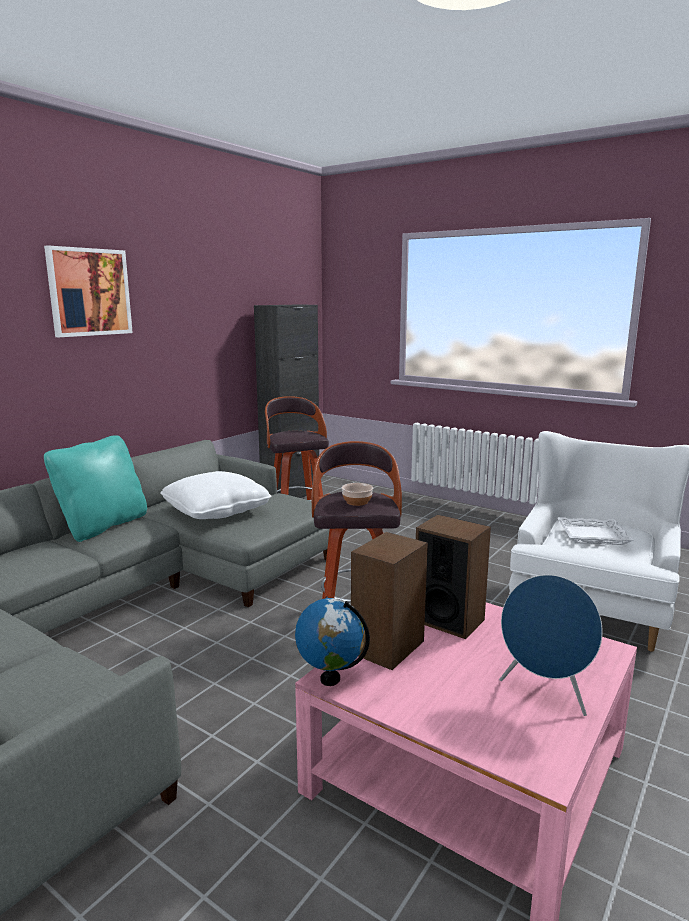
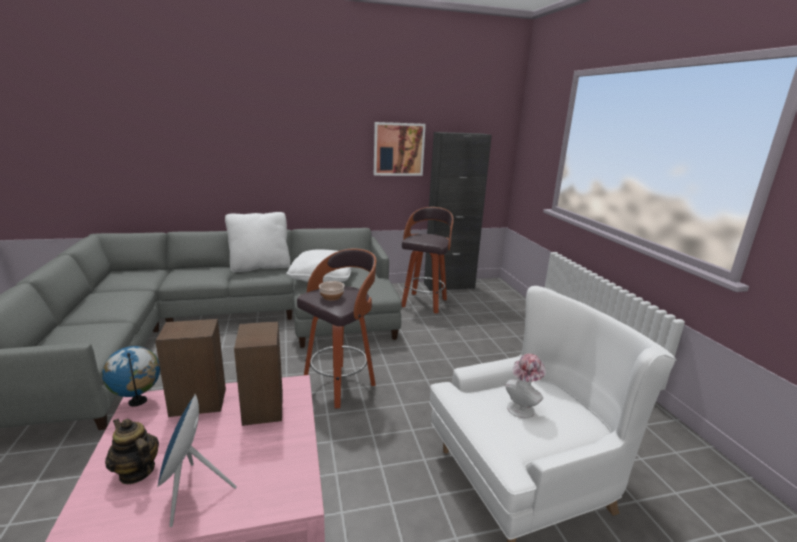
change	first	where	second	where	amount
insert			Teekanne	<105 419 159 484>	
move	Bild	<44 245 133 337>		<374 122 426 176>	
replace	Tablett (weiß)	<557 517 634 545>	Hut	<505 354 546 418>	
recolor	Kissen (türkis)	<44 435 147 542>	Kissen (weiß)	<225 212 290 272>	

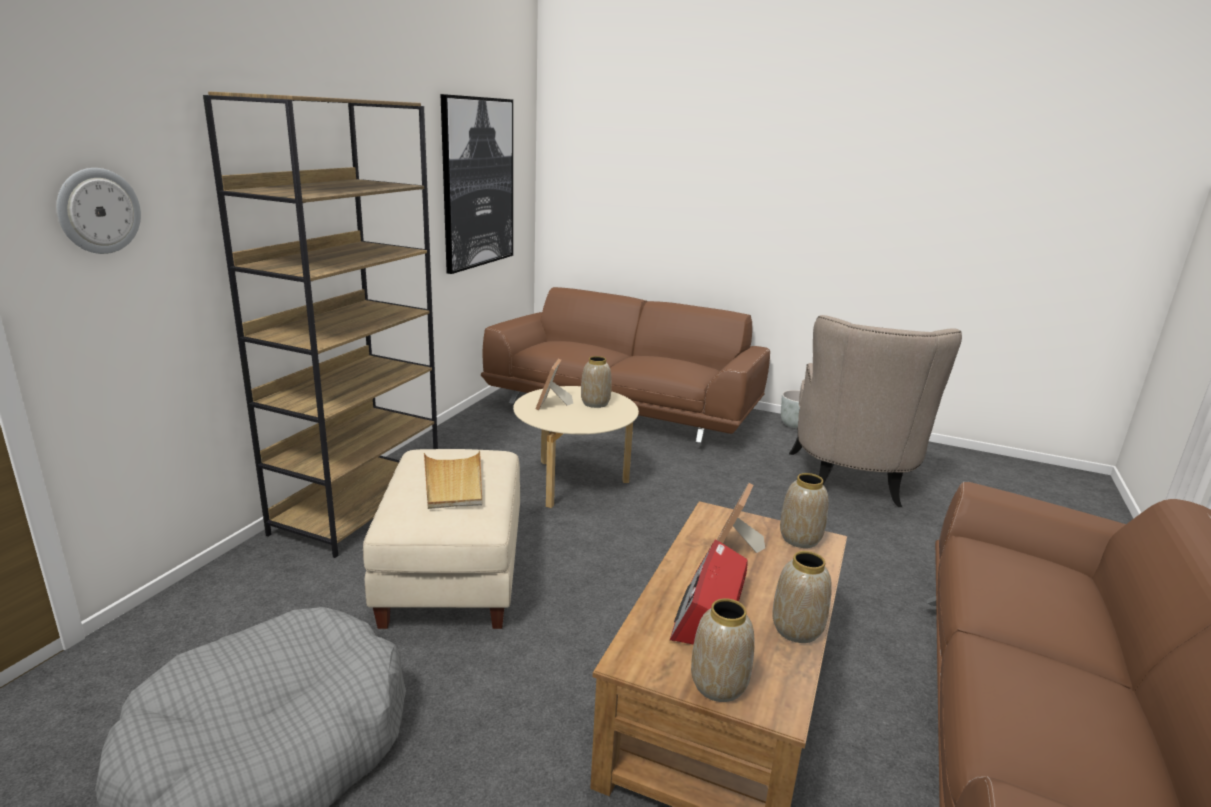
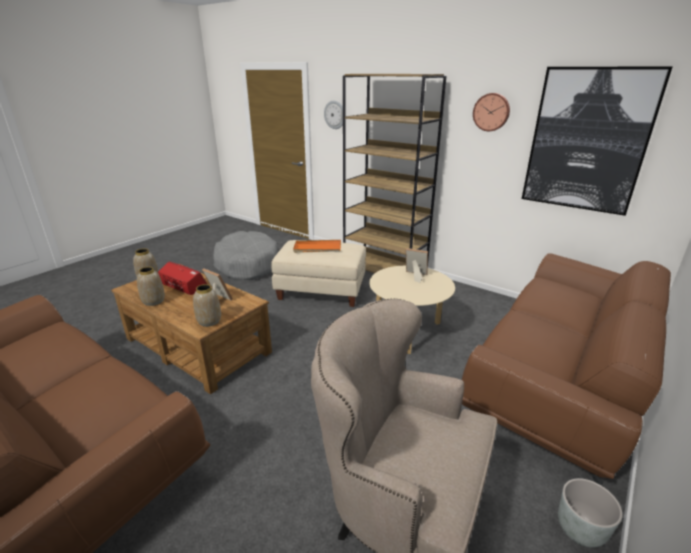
change	first	where	second	where	amount
delete	Vase	<581 356 612 408>			
insert			Wanduhr	<473 93 510 131>	
recolor	Tablett (beige)	<424 450 482 509>	Tablett (orange)	<293 240 341 253>	

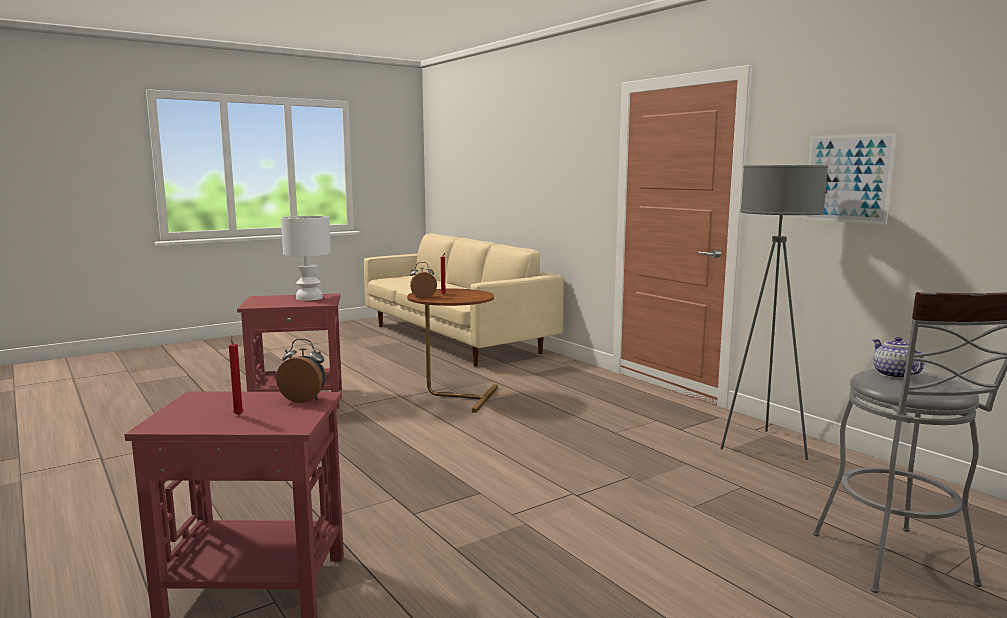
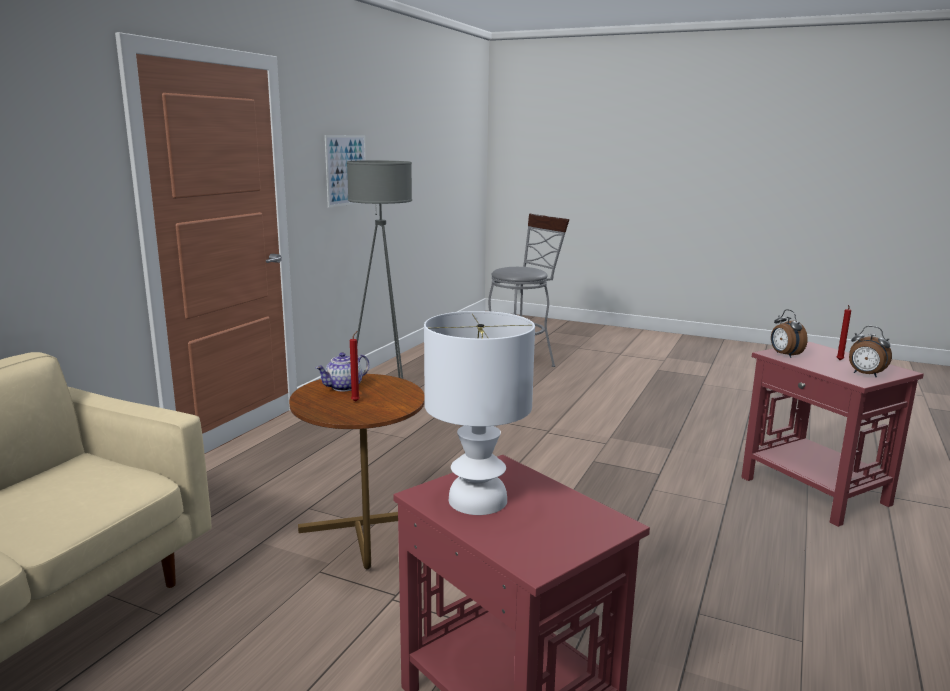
change	first	where	second	where	amount
move	Wecker	<410 262 437 299>		<849 326 892 377>	
move	Teekanne	<873 337 924 379>		<316 352 369 391>	

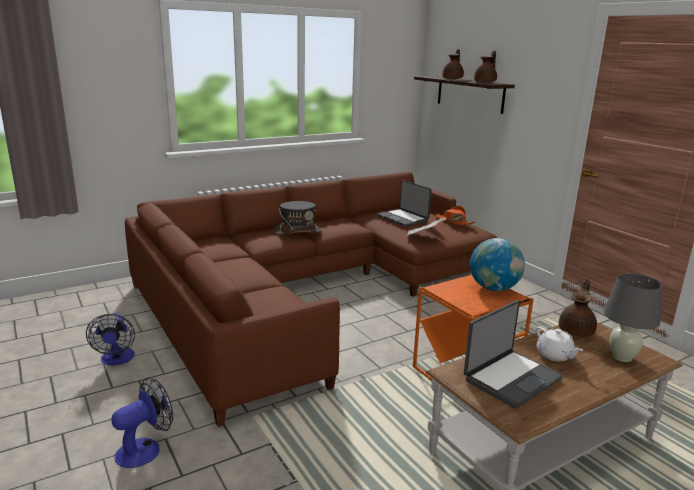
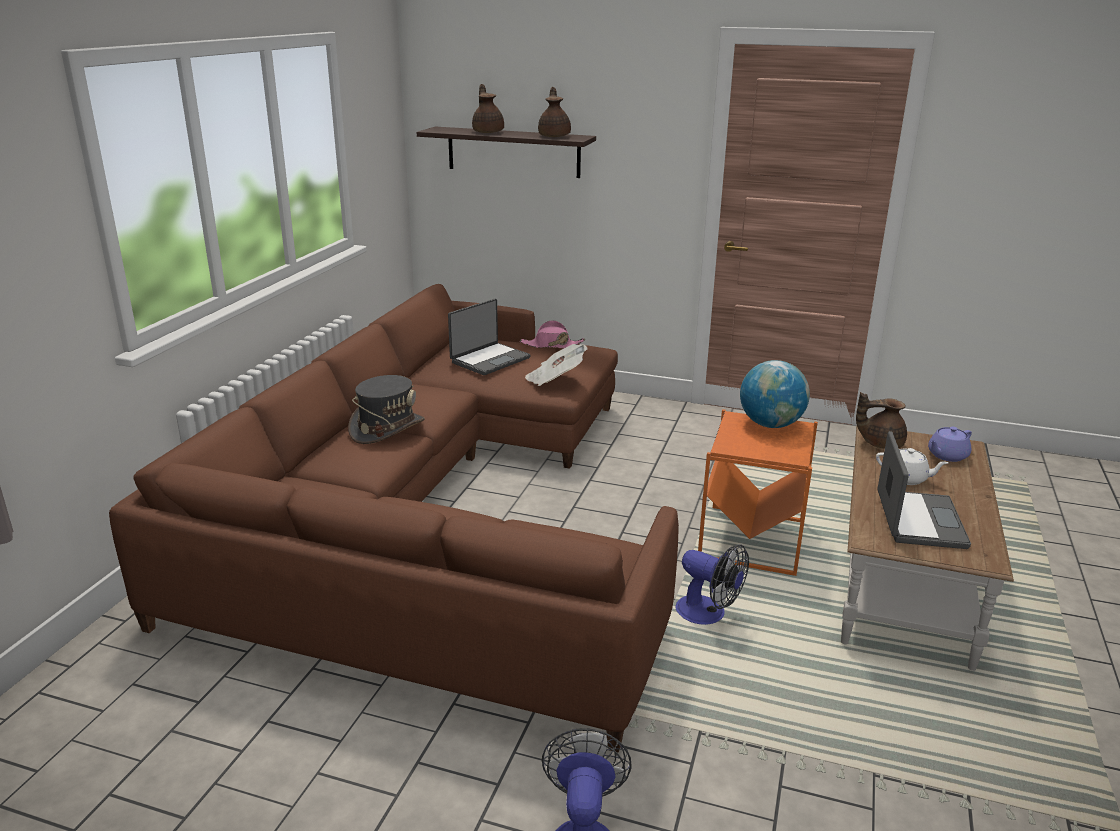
change	first	where	second	where	amount
move	Ventilator	<86 313 135 365>		<675 545 749 625>	
replace	Tischlampe (grau)	<604 273 663 362>	Teekanne (lila)	<928 427 972 462>	
recolor	Hut (orange)	<435 206 475 225>	Hut (rosa)	<520 320 585 348>	
rotate	Laptop	<377 180 432 227>		<448 299 531 375>	60 degrees counterclockwise
rotate	Teekanne (braun)	<559 279 597 337>		<856 392 907 449>	75 degrees counterclockwise

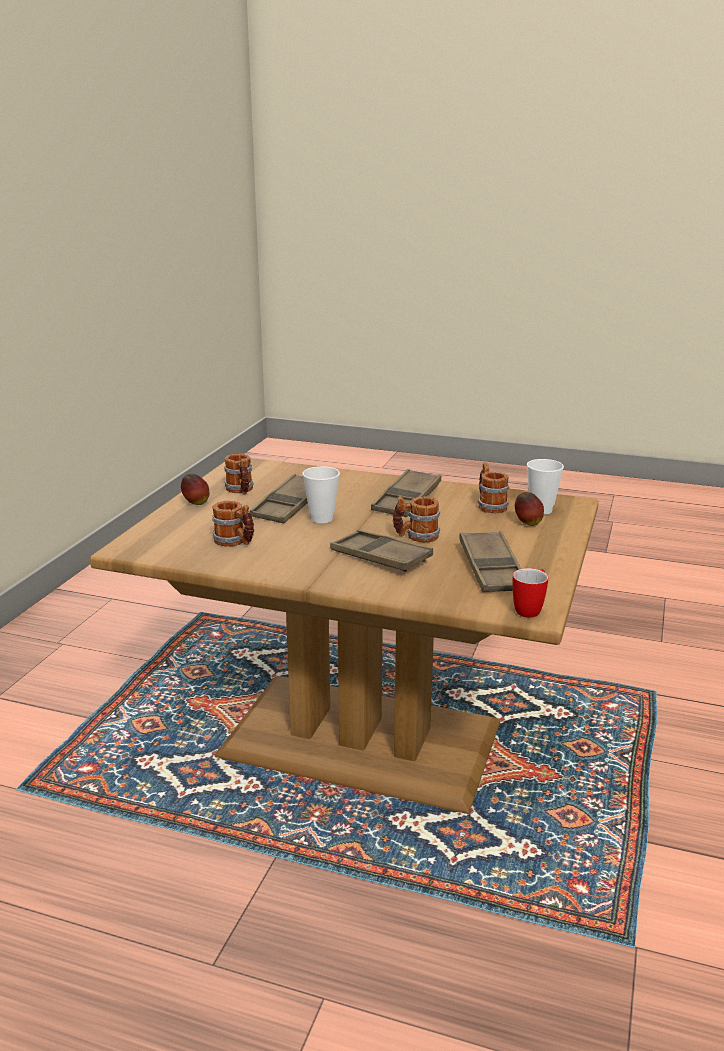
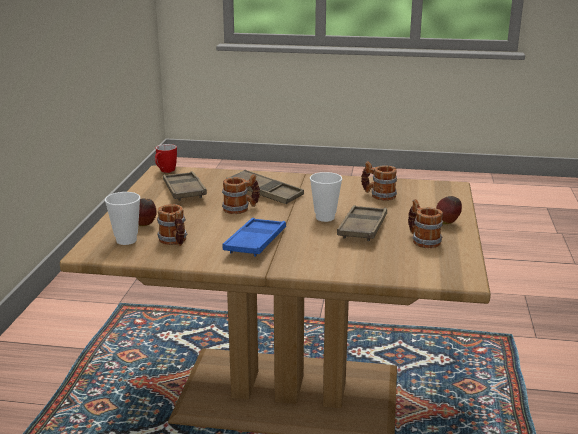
change	first	where	second	where	amount
recolor	Tablett (braun)	<371 469 441 517>	Tablett (blau)	<223 218 286 257>	

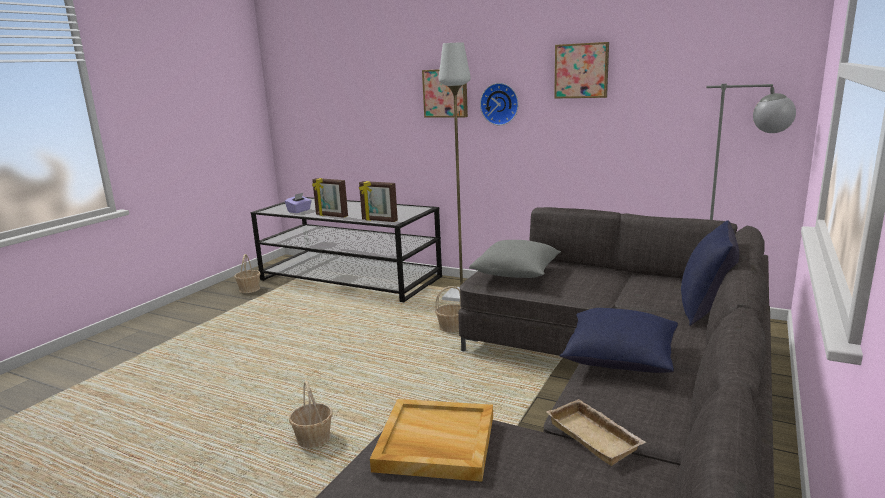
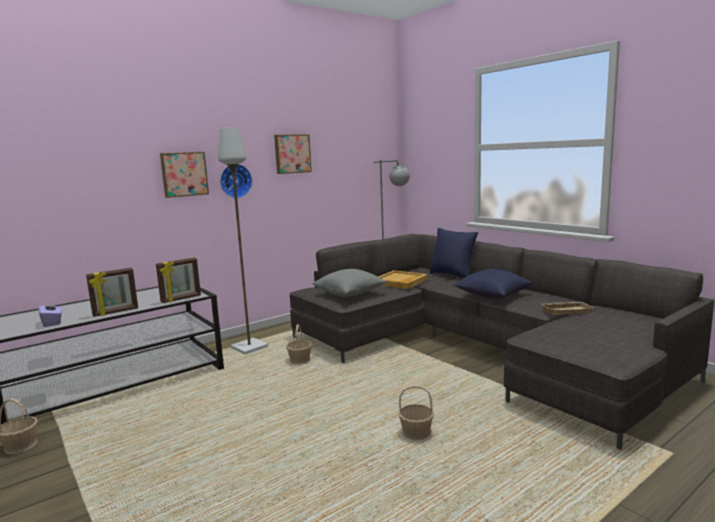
change	first	where	second	where	amount
move	Tablett (beige)	<370 399 493 482>		<378 270 428 289>	

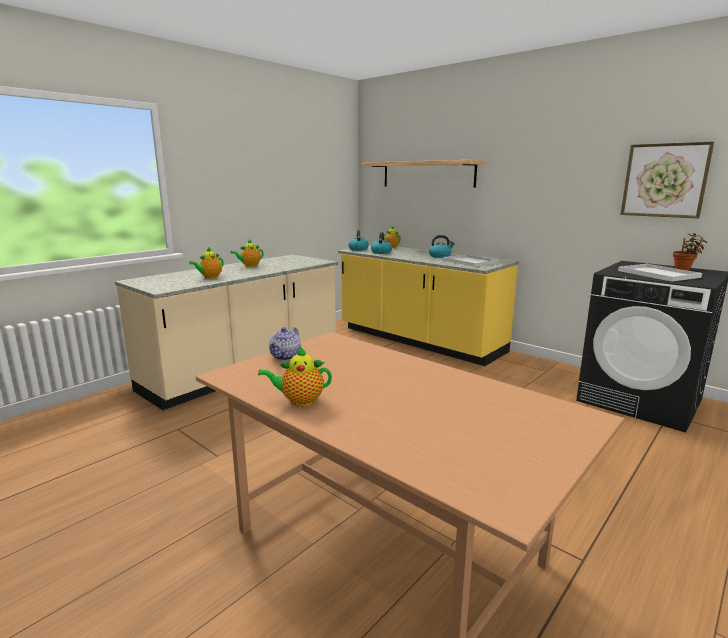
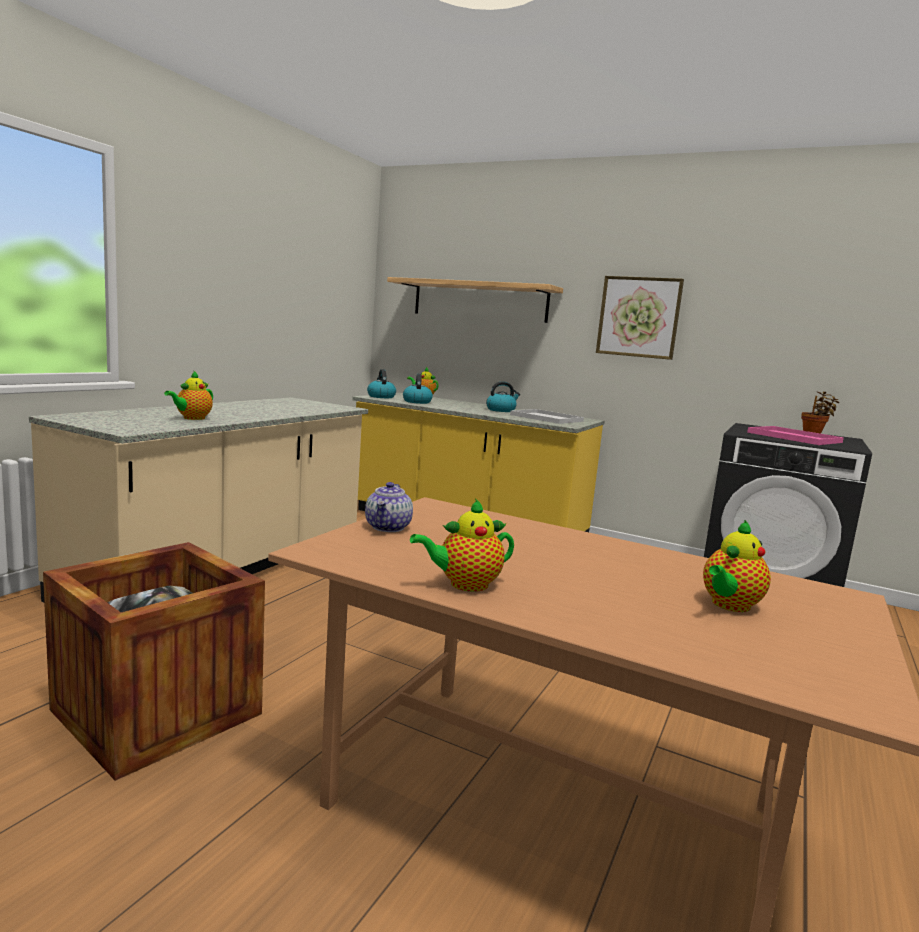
change	first	where	second	where	amount
insert			Kiste	<43 542 265 781>	
move	Teekanne	<230 239 264 267>		<703 520 771 612>	
move	Bild	<620 142 714 219>		<596 276 684 360>	
recolor	Tablett (weiß)	<618 264 702 281>	Tablett (rosa)	<747 426 844 445>	

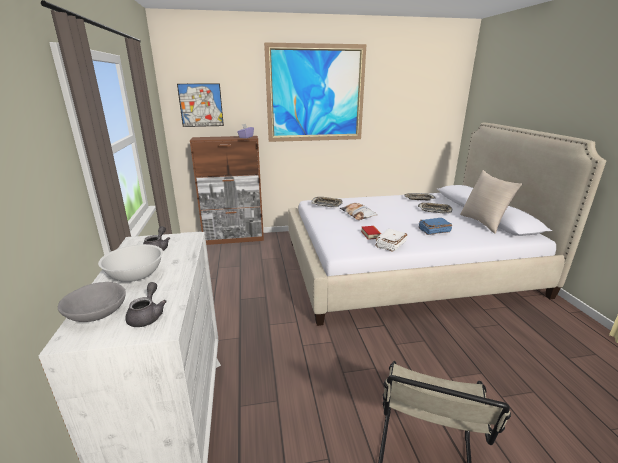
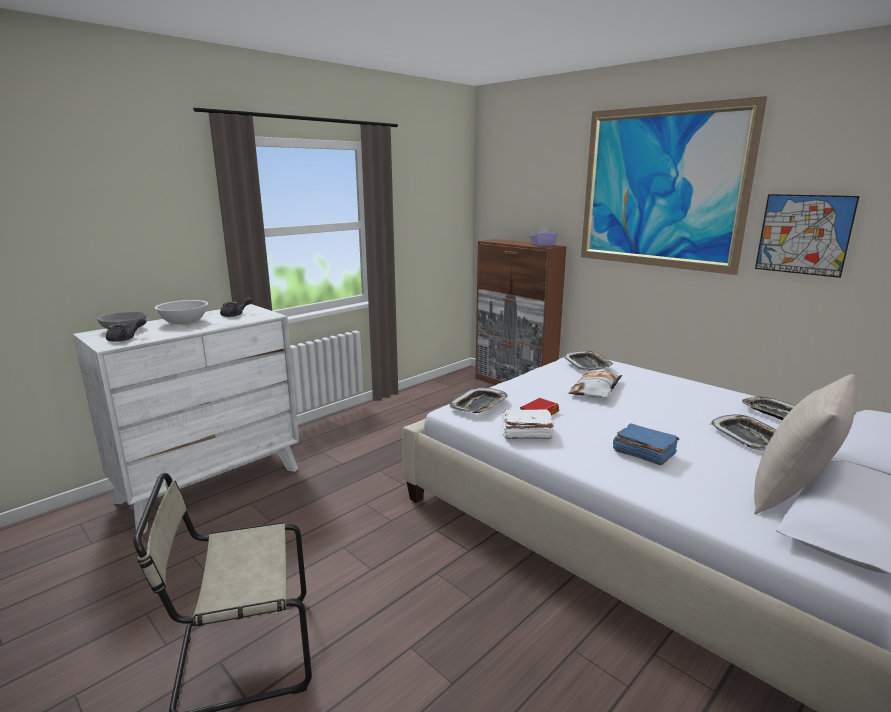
change	first	where	second	where	amount
insert			Tablett	<450 388 508 413>	
move	Bild	<177 84 224 127>		<755 194 859 278>	

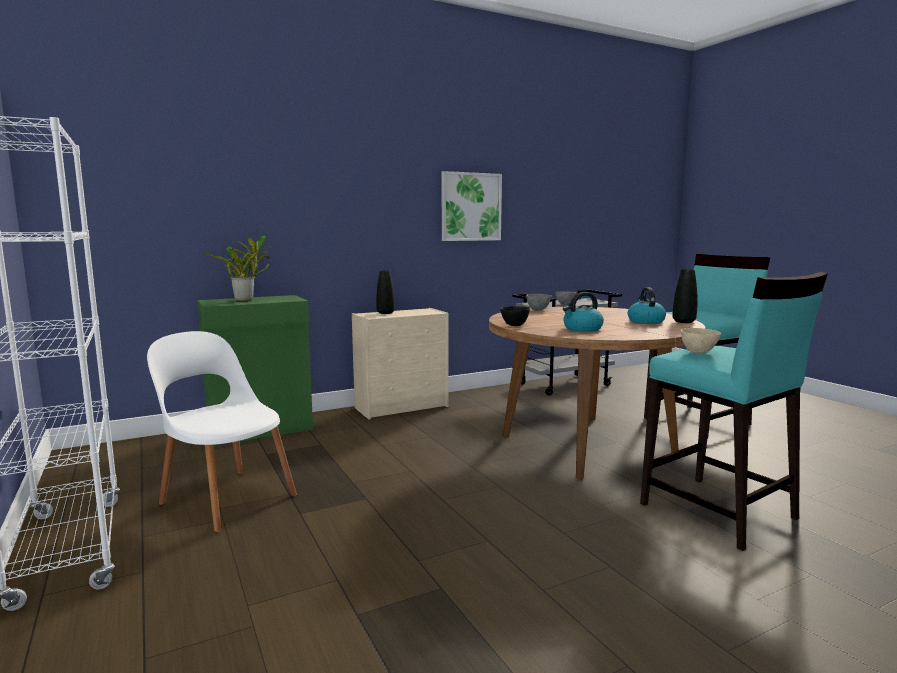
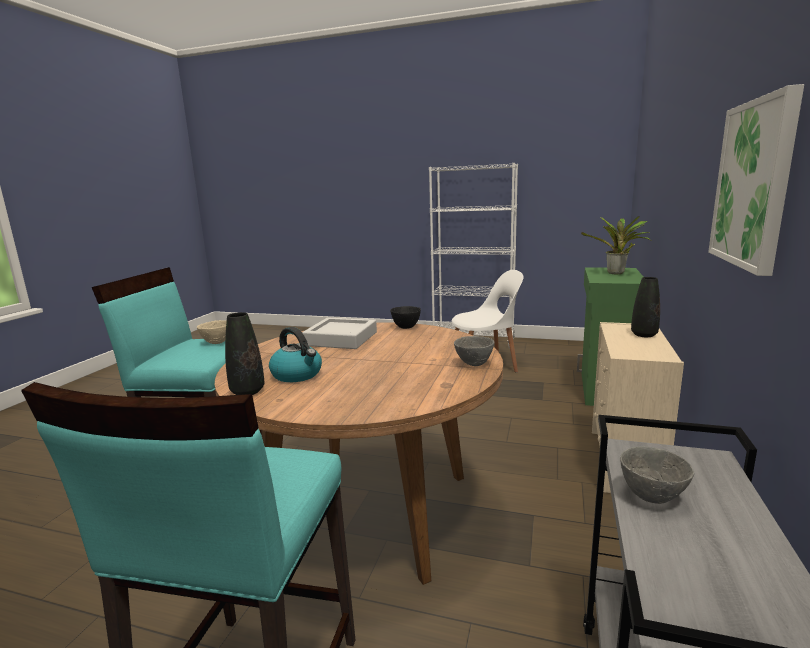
change	first	where	second	where	amount
replace	Wasserkessel	<563 292 604 332>	Tablett (grau)	<302 318 377 349>	

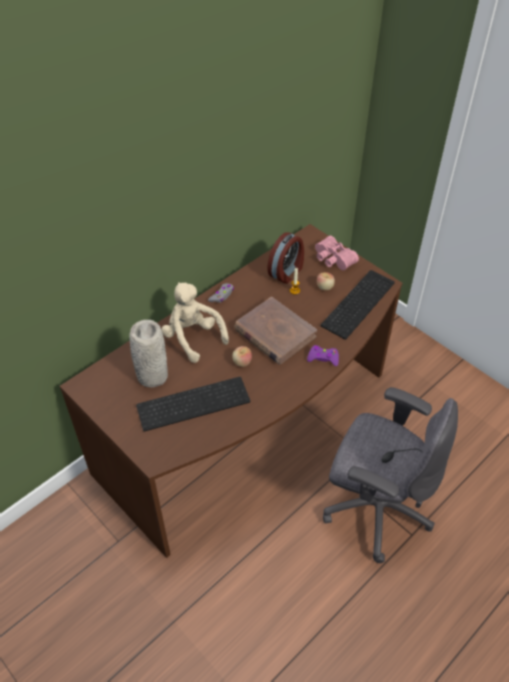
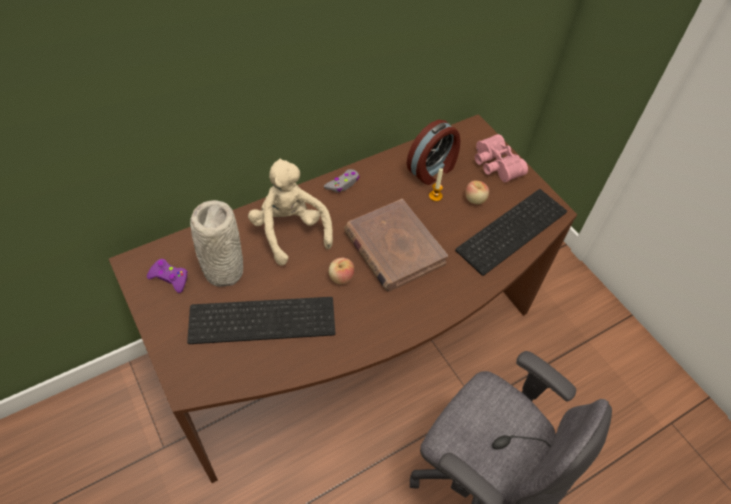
change	first	where	second	where	amount
move	Gamepad (lila)	<307 345 339 366>		<147 259 188 293>	

